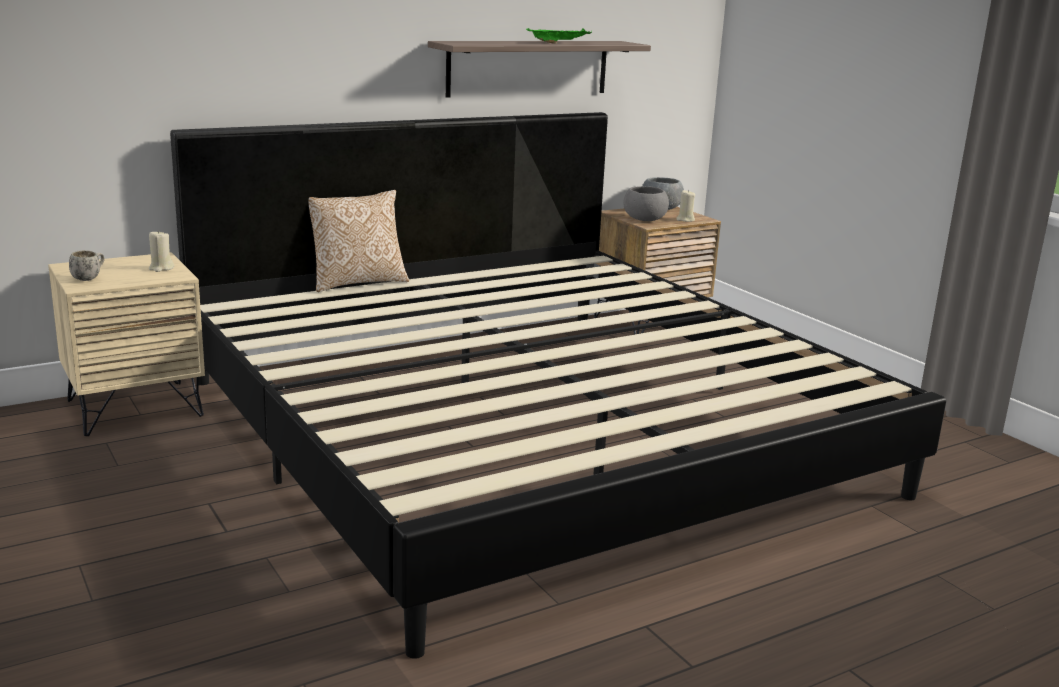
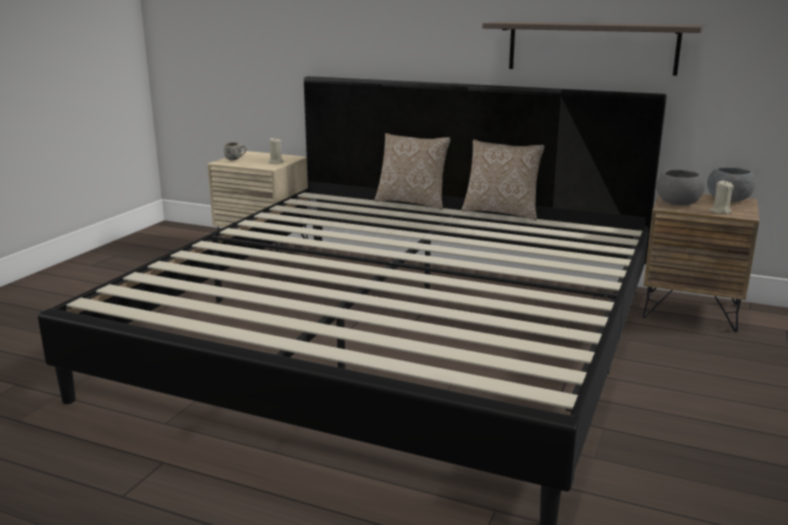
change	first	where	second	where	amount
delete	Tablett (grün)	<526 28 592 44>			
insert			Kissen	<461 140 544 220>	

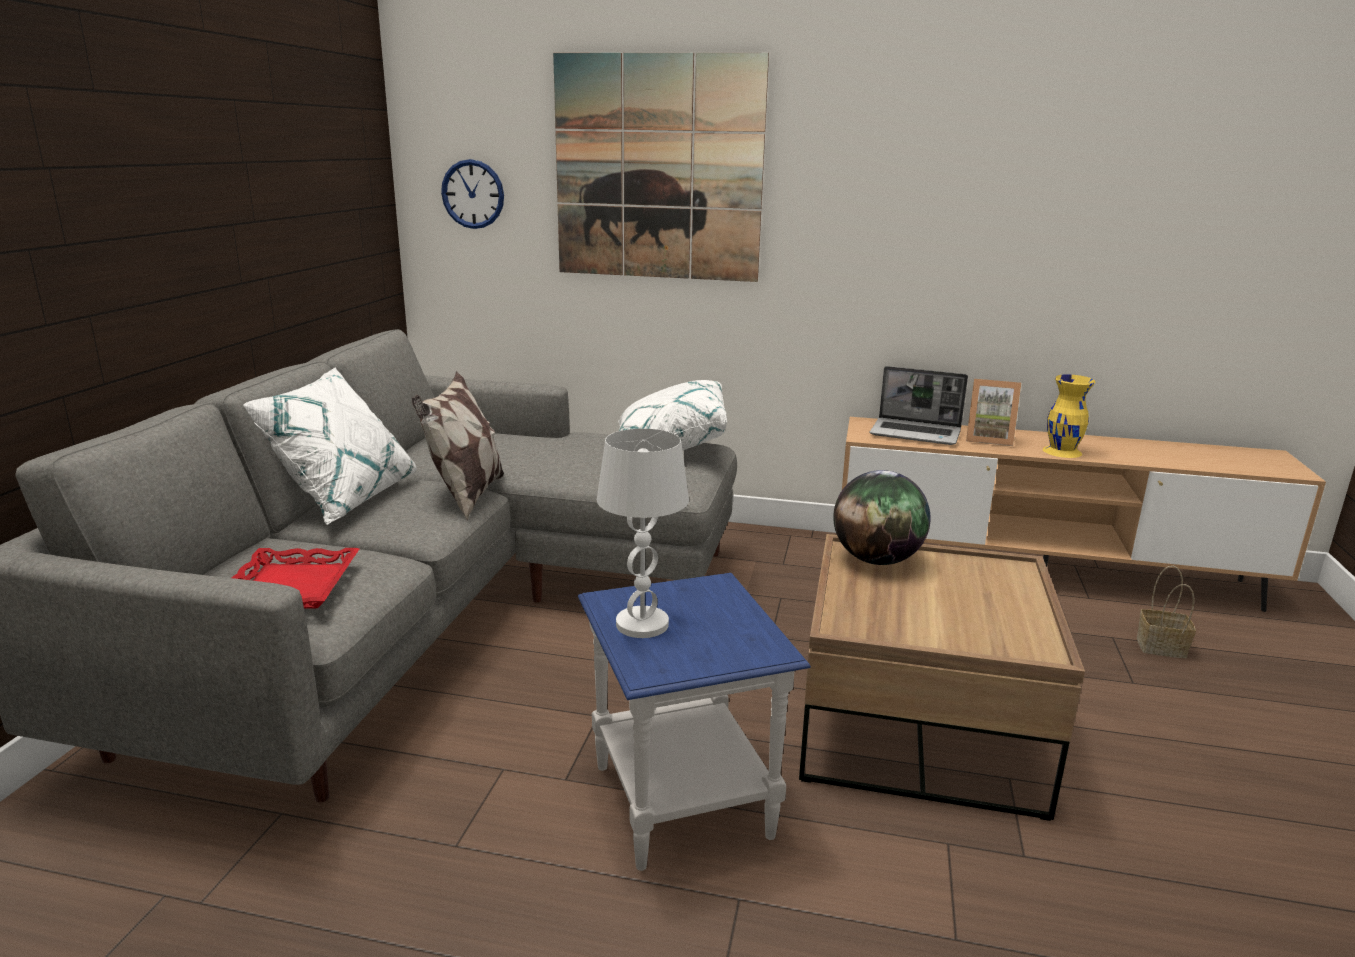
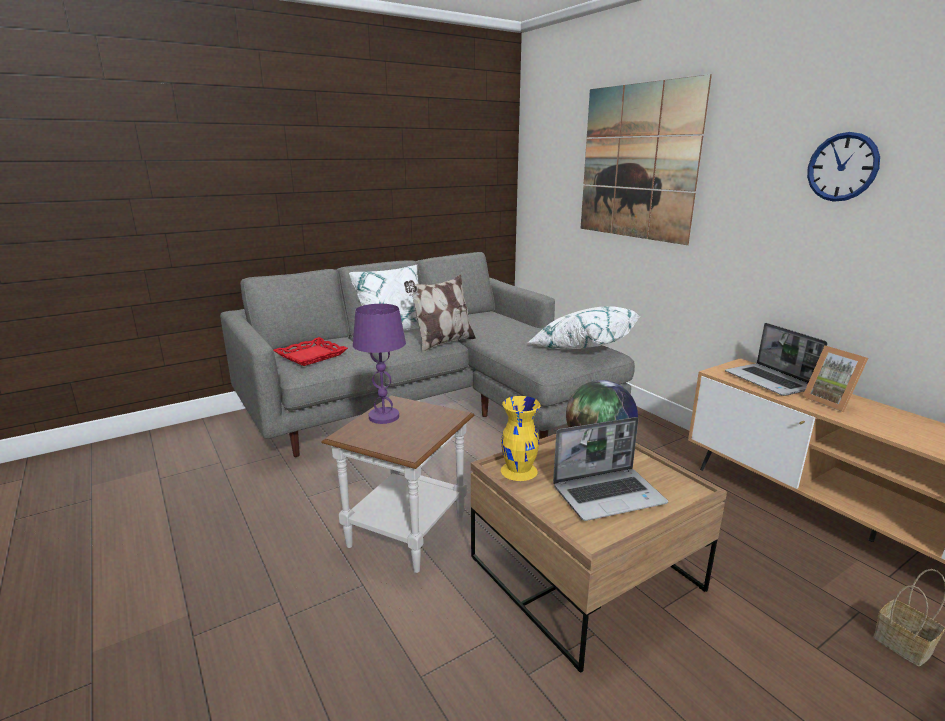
change	first	where	second	where	amount
insert			Laptop	<553 417 668 521>	
move	Wanduhr	<441 159 504 229>		<807 132 880 202>	
move	Vase (gelb)	<1043 374 1095 458>		<501 396 540 481>	
recolor	Beistelltisch (blau)	<578 573 811 871>	Beistelltisch (braun)	<321 395 474 573>	
recolor	Tischlampe (weiß)	<597 428 689 638>	Tischlampe (lila)	<353 304 406 424>	

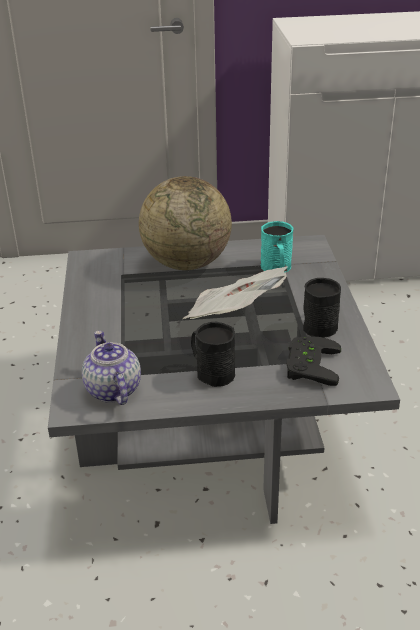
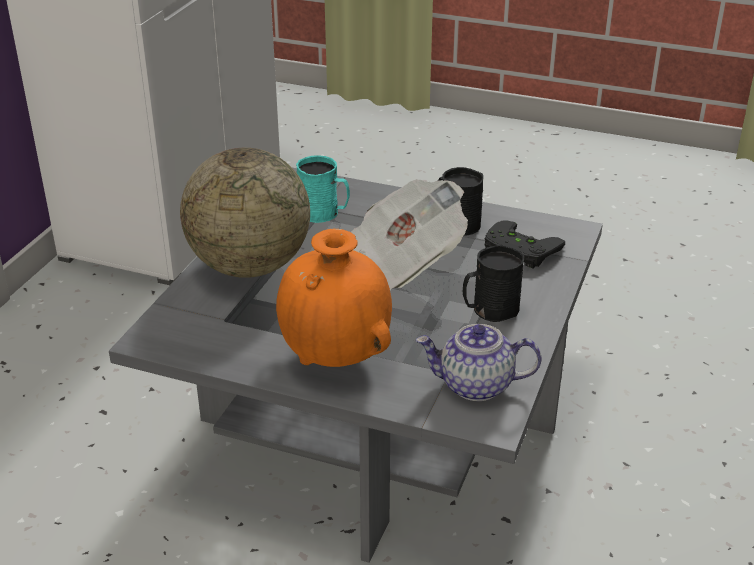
change	first	where	second	where	amount
insert			Vase (orange)	<276 229 392 367>	

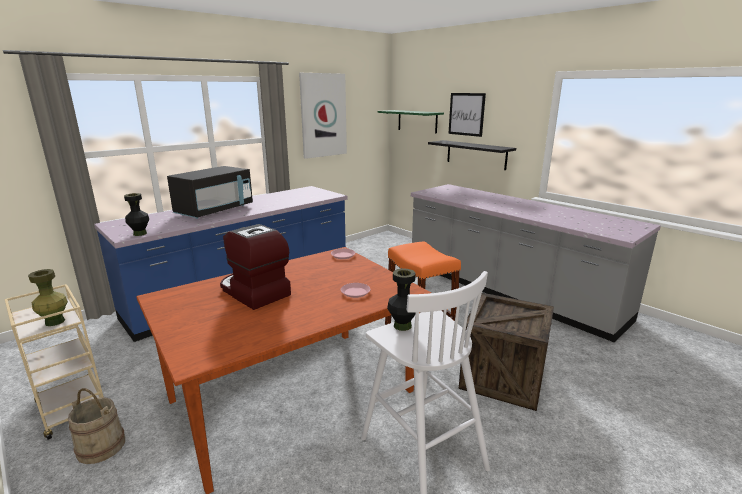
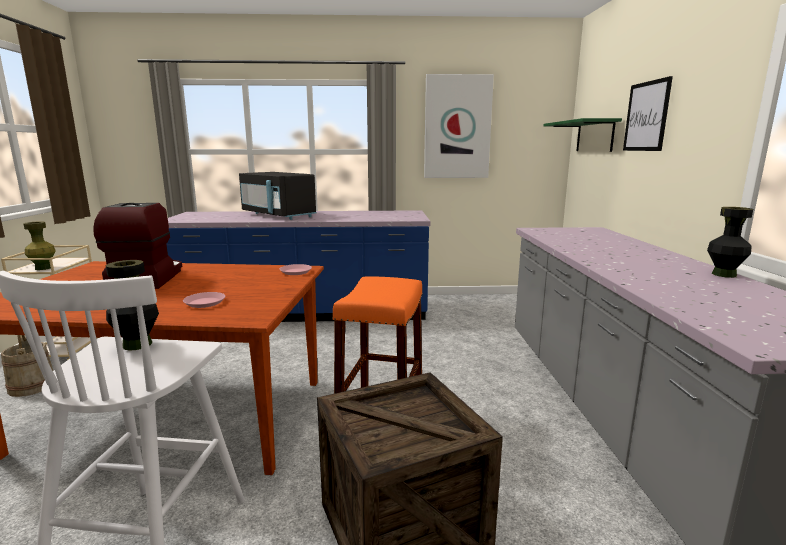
change	first	where	second	where	amount
delete	Wandregal (schwarz)	<428 140 516 170>			
move	Vase (schwarz)	<124 193 149 236>		<707 207 753 278>	
rotate	Mikrowelle (schwarz)	<167 166 253 219>		<239 172 317 220>	60 degrees clockwise

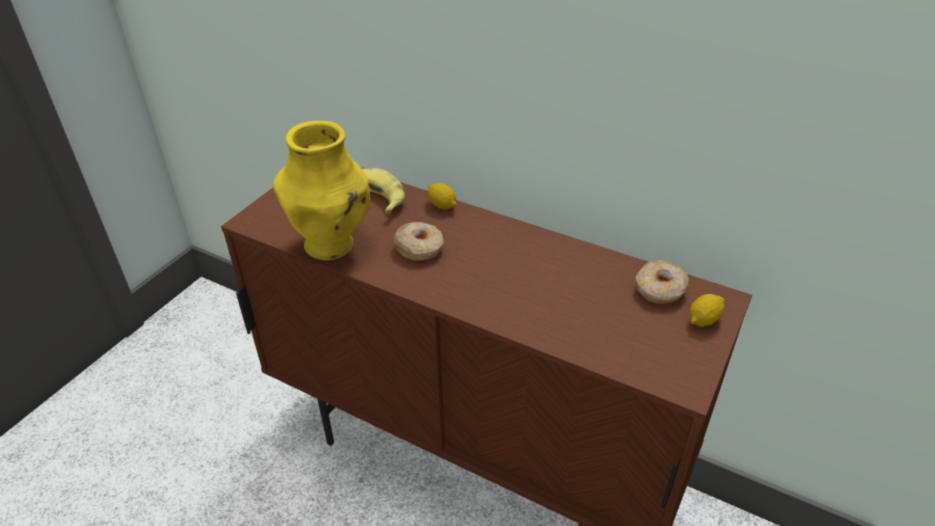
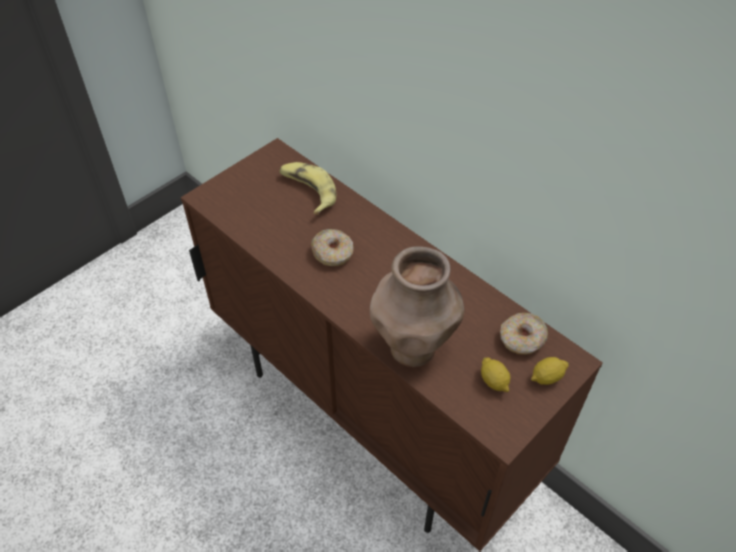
change	first	where	second	where	amount
delete	Vase (gelb)	<273 121 370 260>			
insert			Vase (braun)	<370 246 464 367>	
move	Zitrone	<428 183 457 210>		<481 357 511 392>	

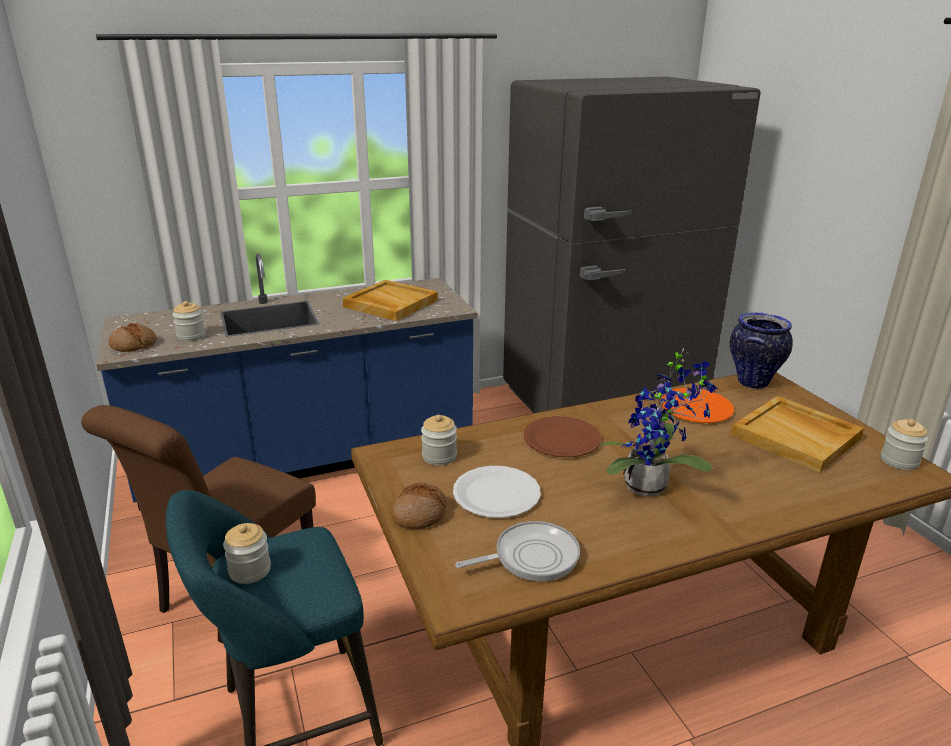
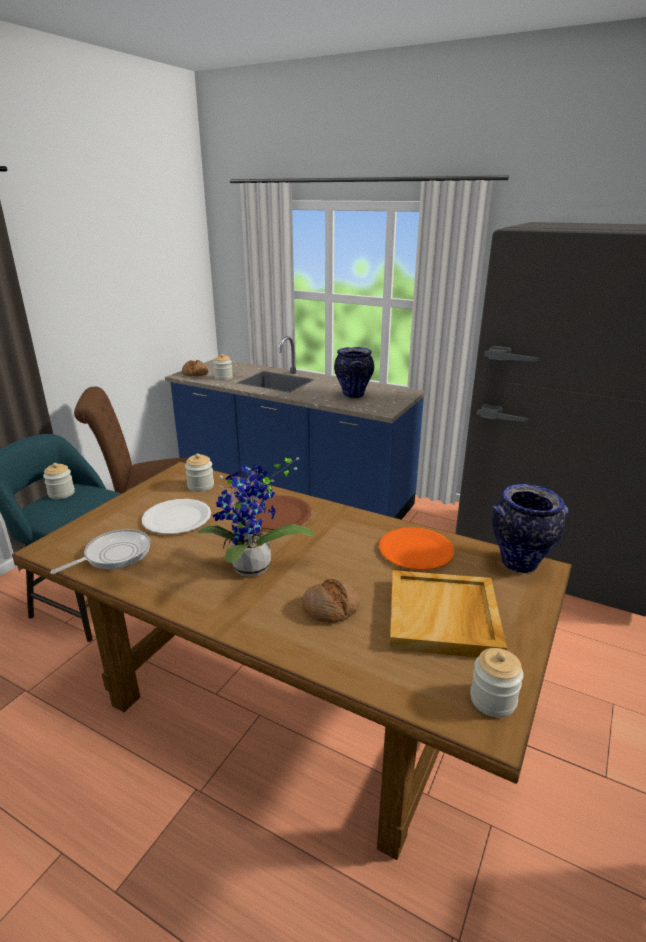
change	first	where	second	where	amount
move	Brot	<391 482 446 529>		<302 579 360 623>	
replace	Tablett (beige)	<342 280 438 321>	Vase	<334 347 374 398>	
rotate	Pfanne	<455 521 580 582>		<50 529 150 574>	75 degrees counterclockwise

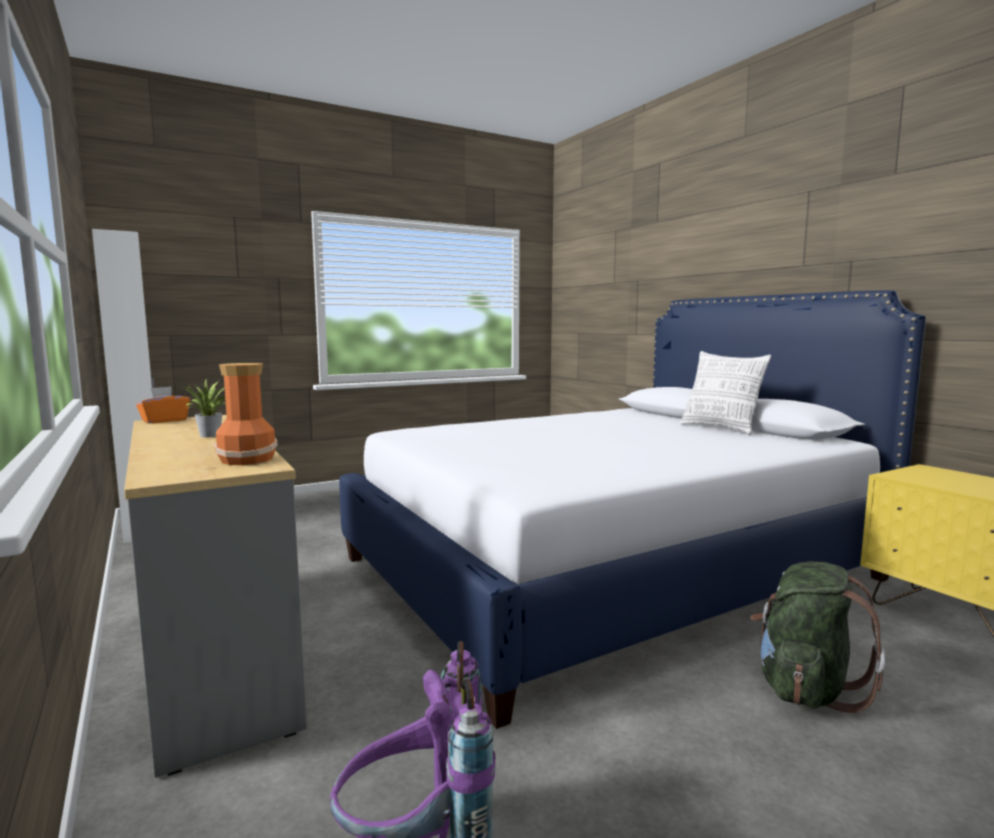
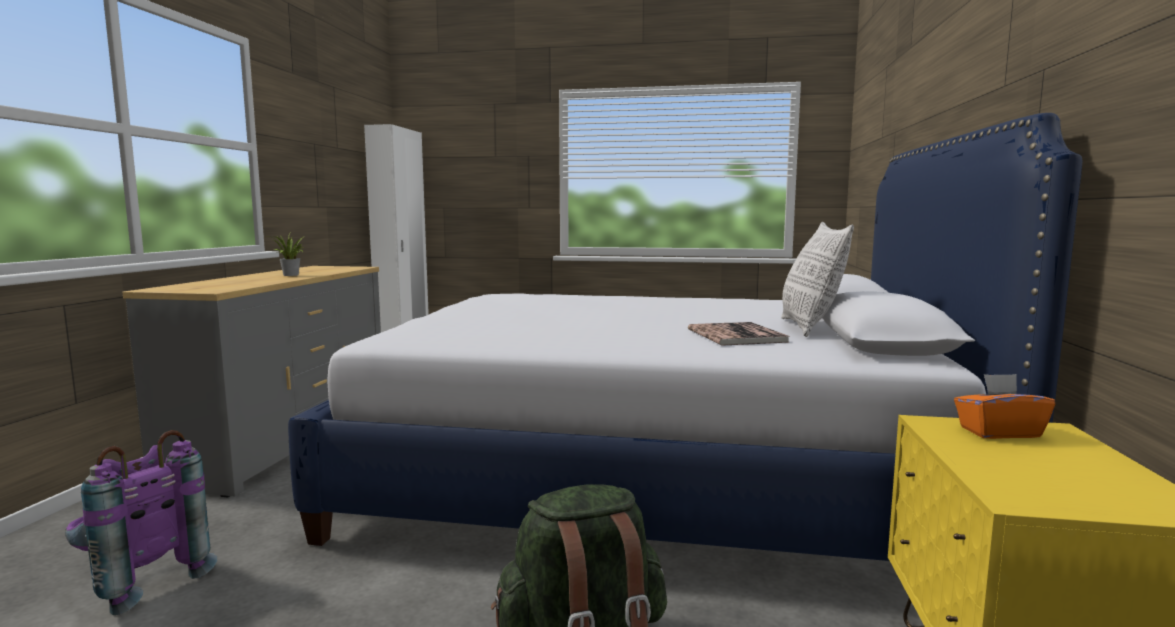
change	first	where	second	where	amount
delete	Vase	<214 363 278 465>			
insert			Buch	<688 322 790 346>	
move	Taschentuchbox (orange)	<136 386 190 424>		<954 374 1055 439>	

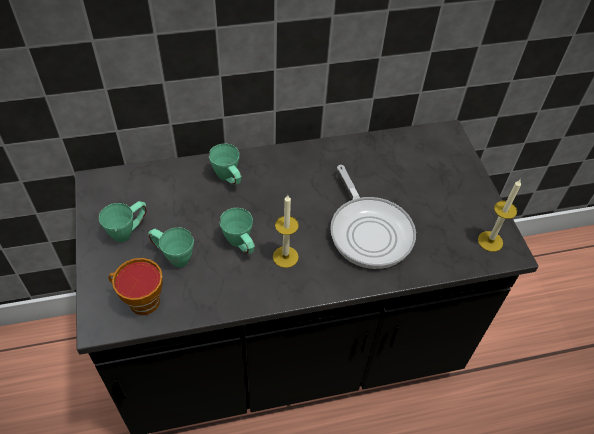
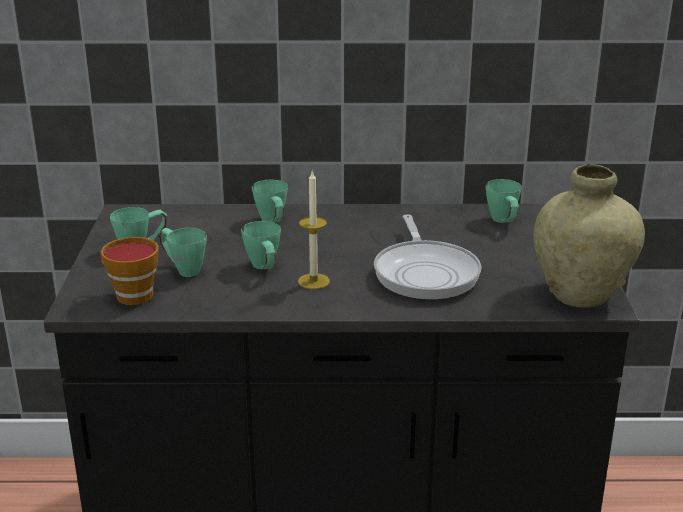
change	first	where	second	where	amount
insert			Henkelbecher (grün)	<486 179 522 223>	
replace	Kerze	<478 180 521 252>	Vase (beige)	<534 165 645 308>	

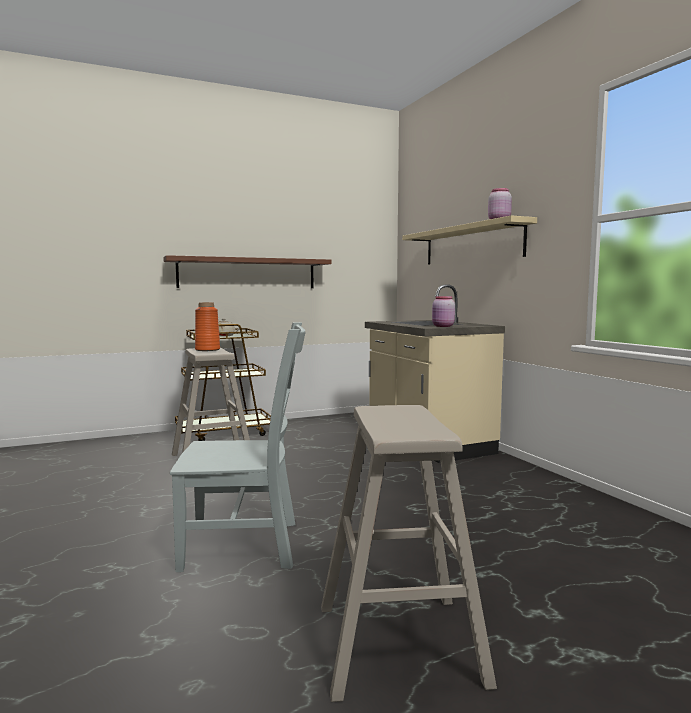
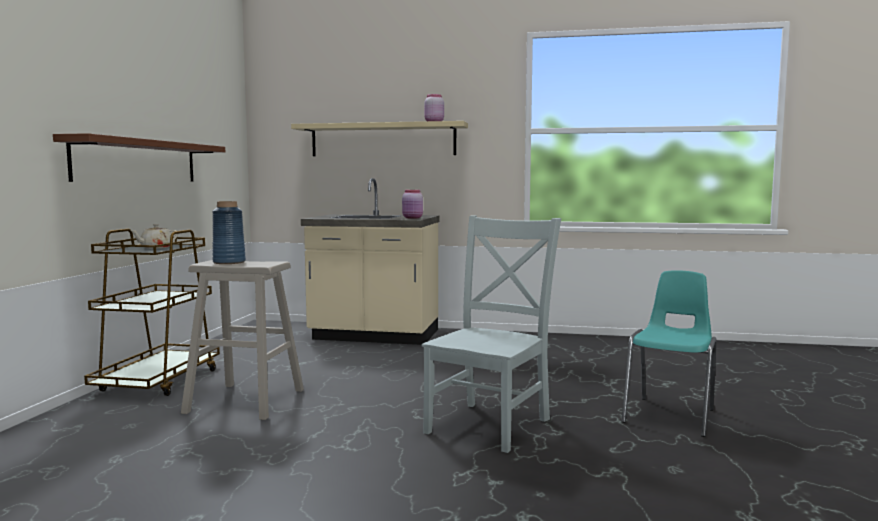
change	first	where	second	where	amount
replace	Hocker (beige)	<321 405 497 702>	Stuhl (türkis)	<621 270 716 437>	
recolor	Vase (orange)	<195 302 220 351>	Vase (blau)	<212 201 246 264>	

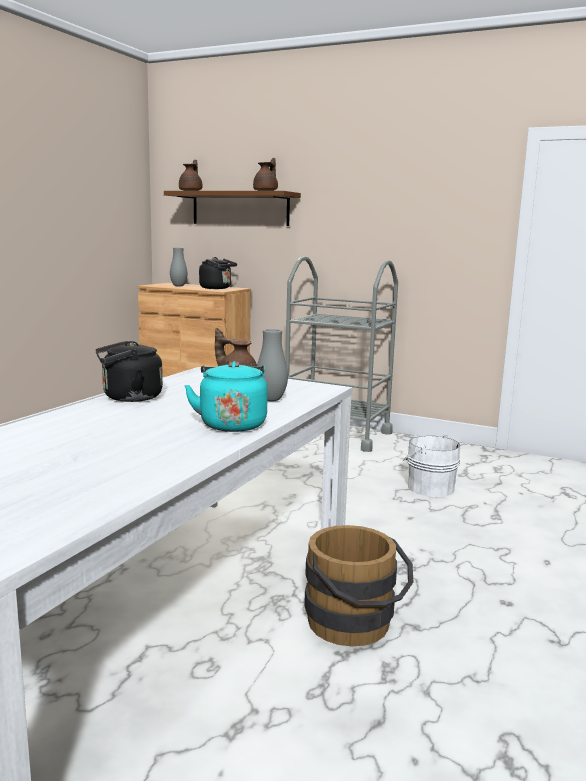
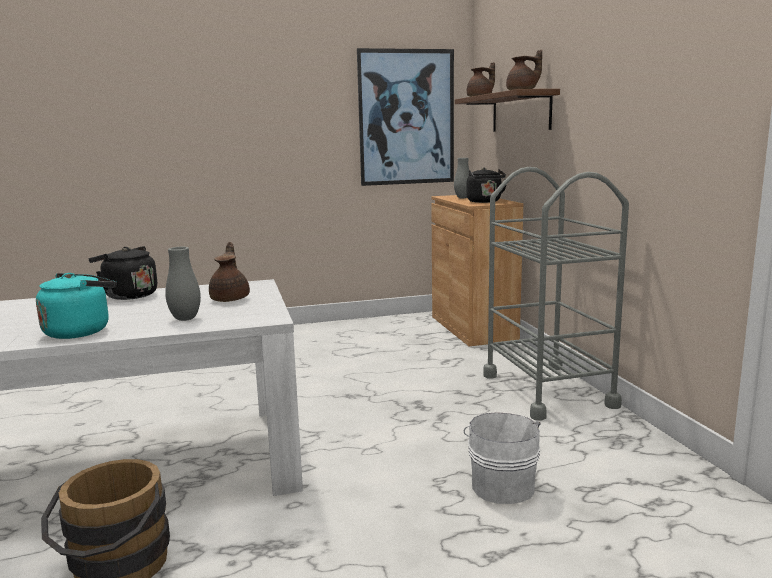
change	first	where	second	where	amount
insert			Bild	<357 48 454 186>	

